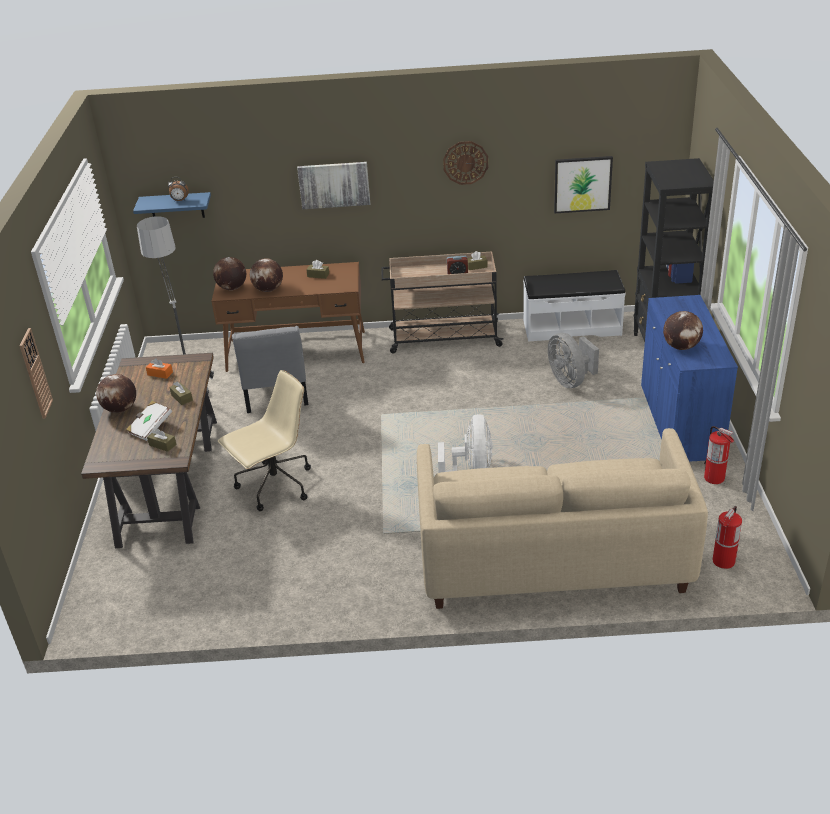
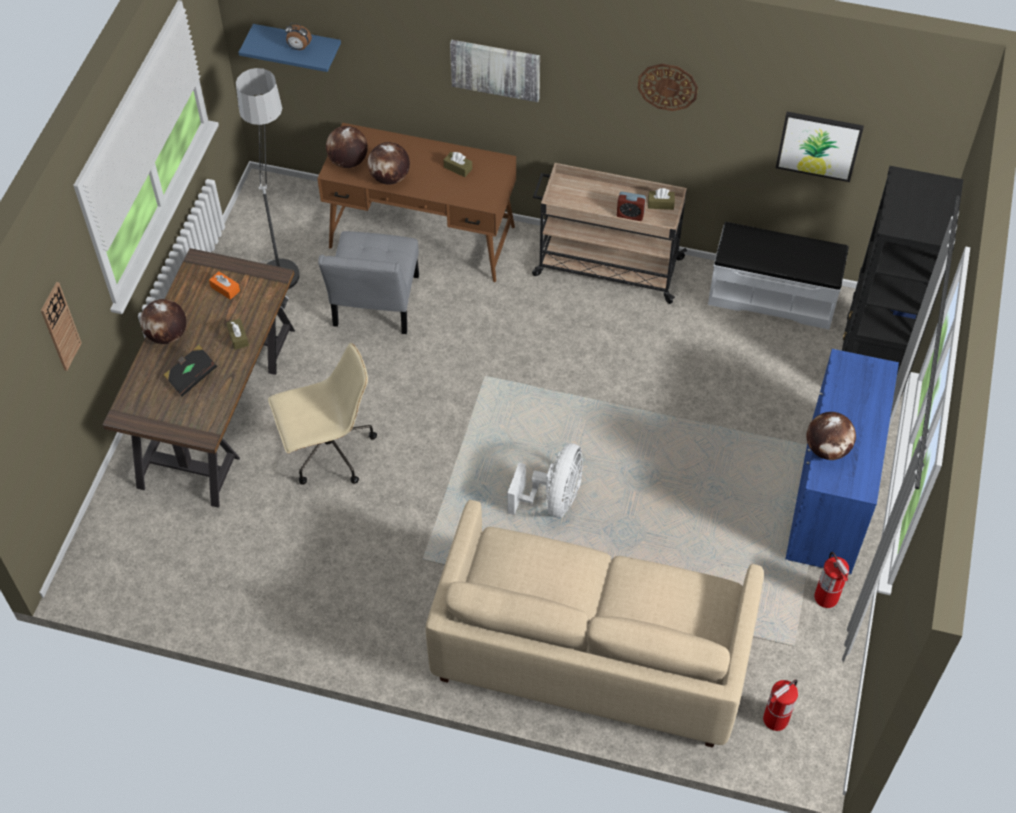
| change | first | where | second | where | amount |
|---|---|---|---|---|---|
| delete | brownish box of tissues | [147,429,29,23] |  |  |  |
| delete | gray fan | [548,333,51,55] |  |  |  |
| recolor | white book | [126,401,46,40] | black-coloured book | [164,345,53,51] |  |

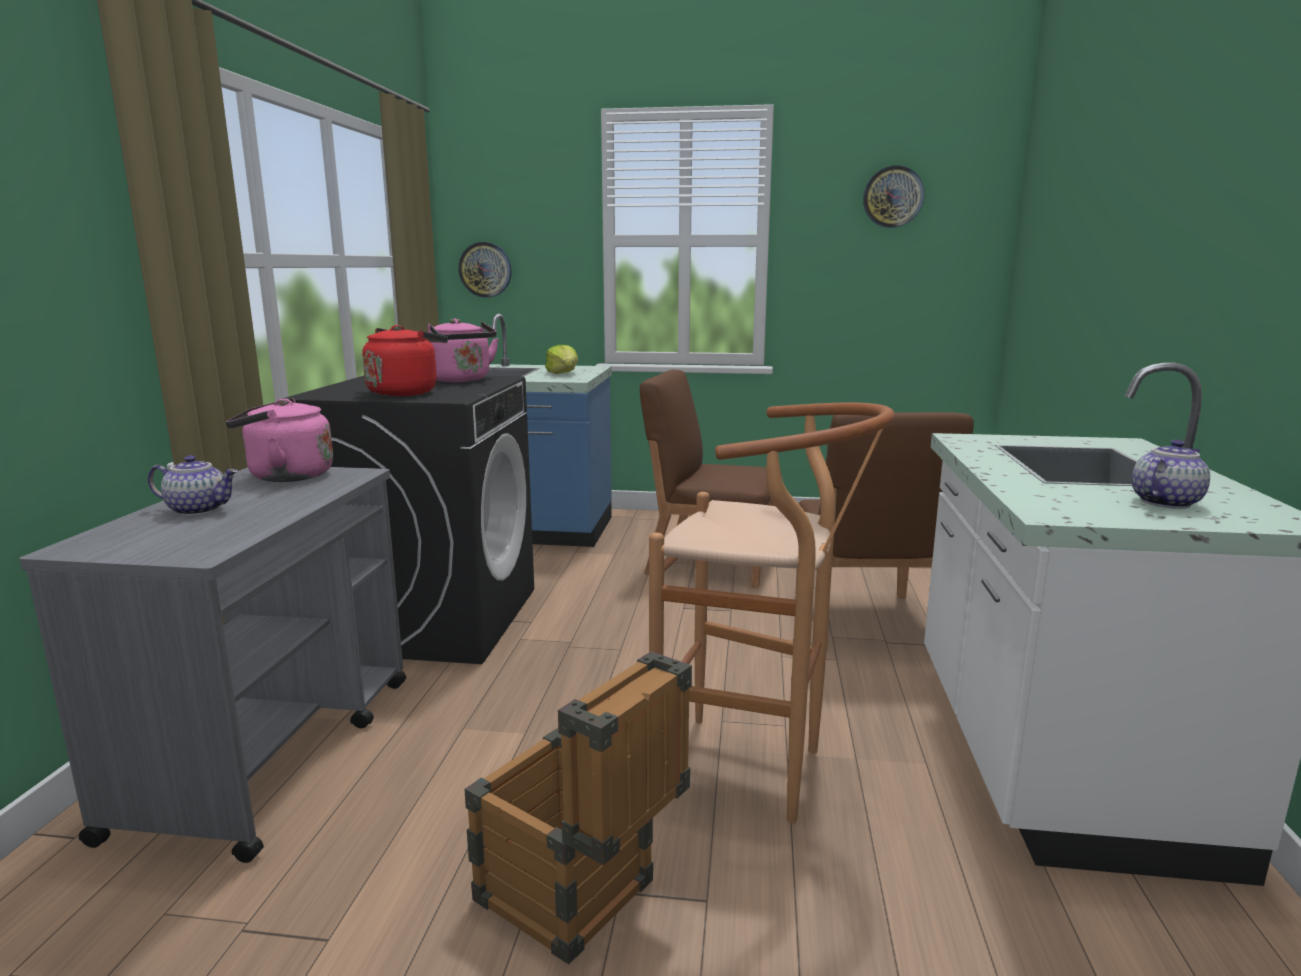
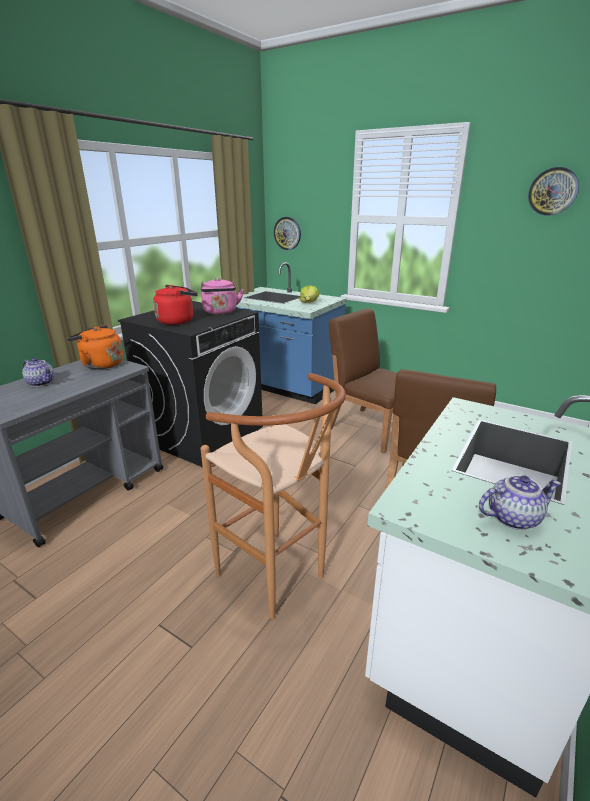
| change | first | where | second | where | amount |
|---|---|---|---|---|---|
| delete | packing crate | [465,651,227,313] |  |  |  |
| recolor | pink water kettle | [226,398,107,84] | orangey water kettle | [66,325,57,45] |  |

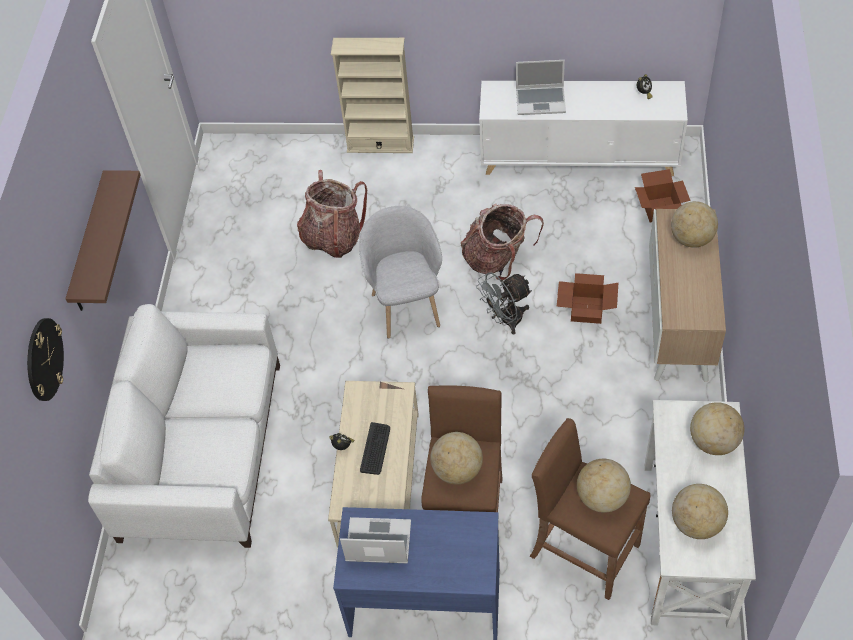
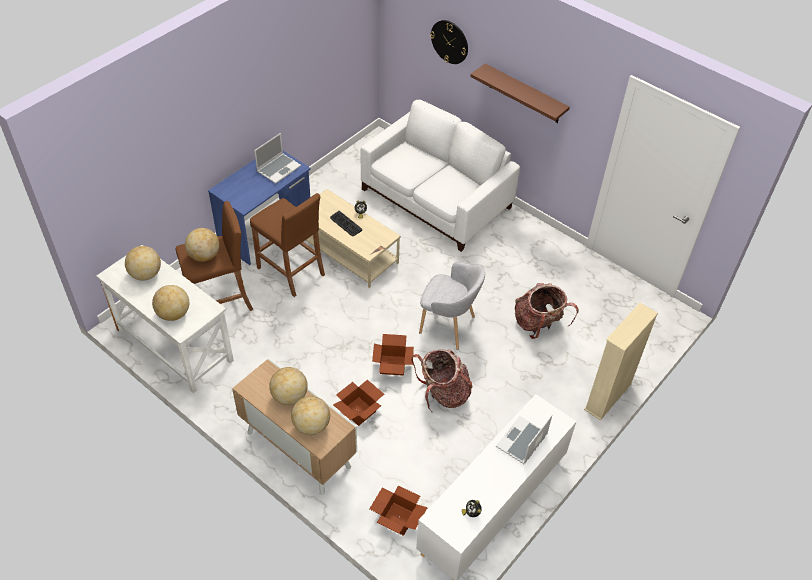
| change | first | where | second | where | amount |
|---|---|---|---|---|---|
| move | world globe | [430,432,53,52] |  | [269,367,39,38] |  |
| replace | gray fan | [476,272,56,62] | cardboard box | [372,334,42,42] |  |

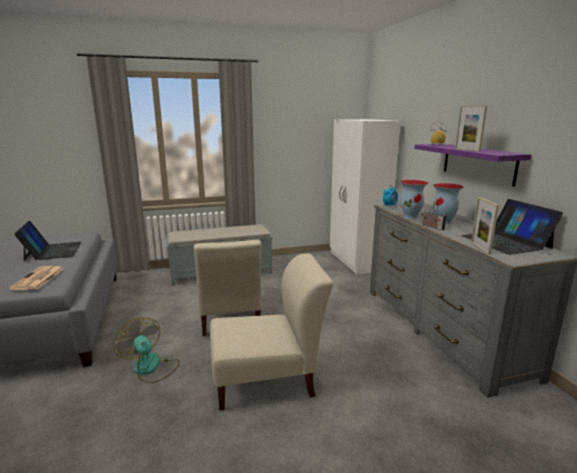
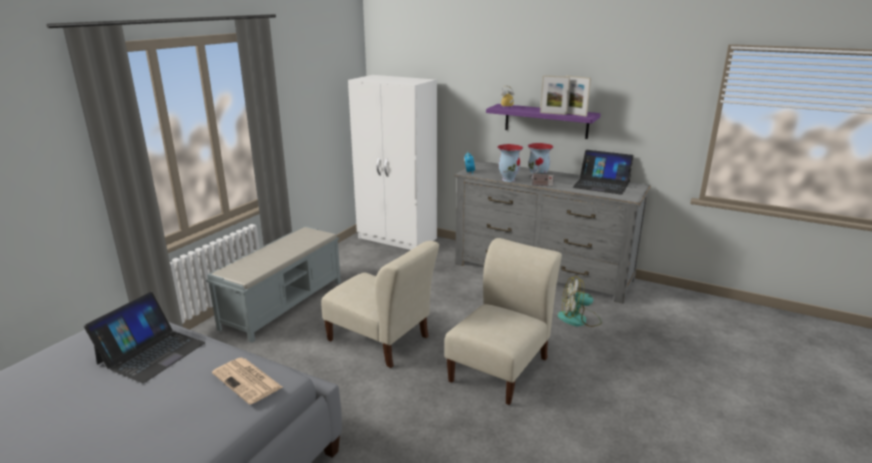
| change | first | where | second | where | amount |
|---|---|---|---|---|---|
| move | fan | [113,317,67,66] |  | [558,276,44,51] |  |
| move | photo frame | [471,197,28,58] |  | [566,75,25,42] |  |
| rotate | portable computer | [14,220,67,41] |  | [84,292,121,91] | 90 degrees clockwise |

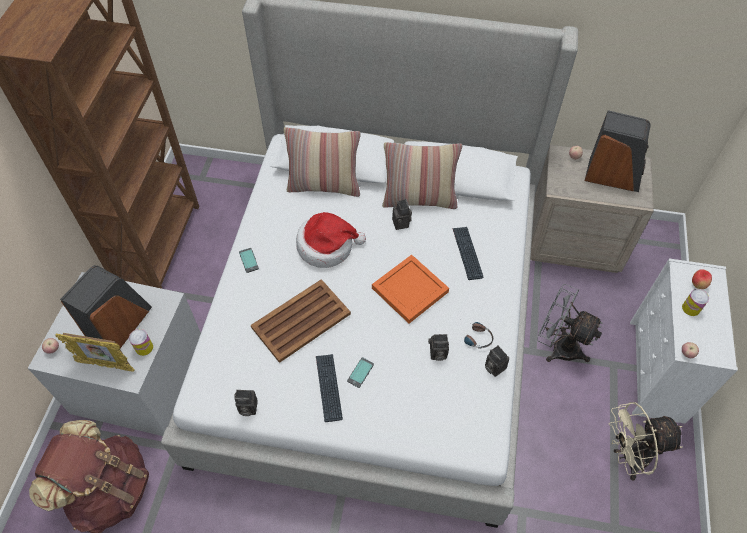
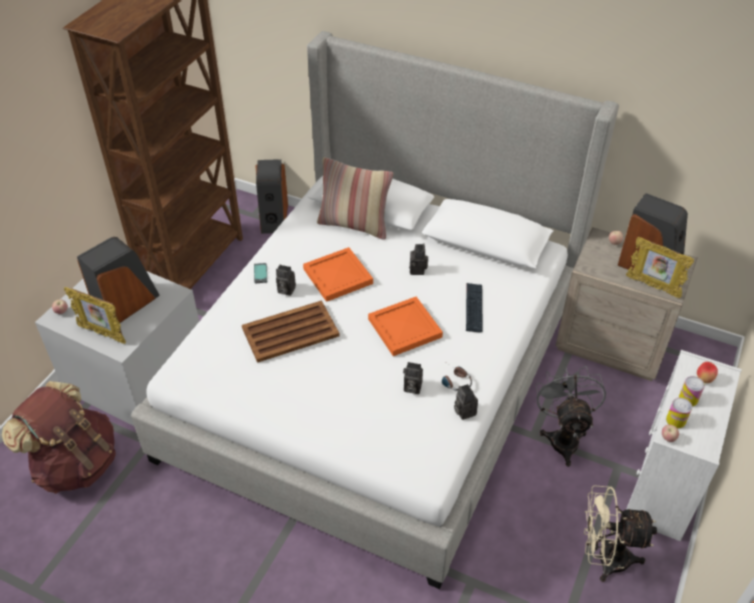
| change | first | where | second | where | amount |
|---|---|---|---|---|---|
| delete | computer keyboard | [316,354,27,68] |  |  |  |
| delete | phone | [347,357,27,31] |  |  |  |
| delete | pillow | [382,142,80,67] |  |  |  |
| insert |  |  | loudspeaker | [255,159,33,75] |  |
| insert |  |  | photo frame | [626,237,68,61] |  |
| move | can | [129,329,24,27] |  | [666,398,26,30] |  |
| move | still camera | [234,390,24,26] |  | [276,265,20,31] |  |
| replace | hat | [296,212,70,56] | orangey carrying tray | [303,247,70,55] |  |
| rotate | gray fan | [537,284,66,78] |  | [536,365,70,102] | 45 degrees clockwise |

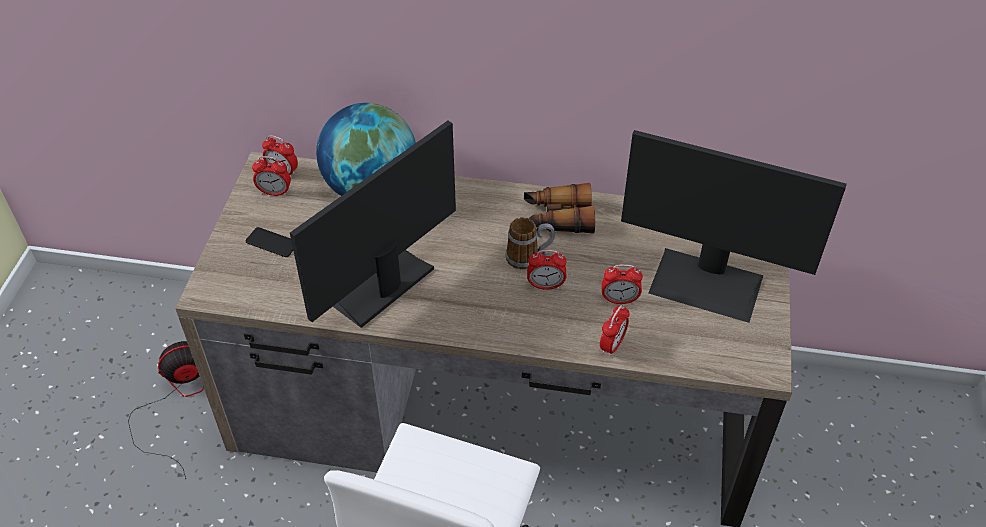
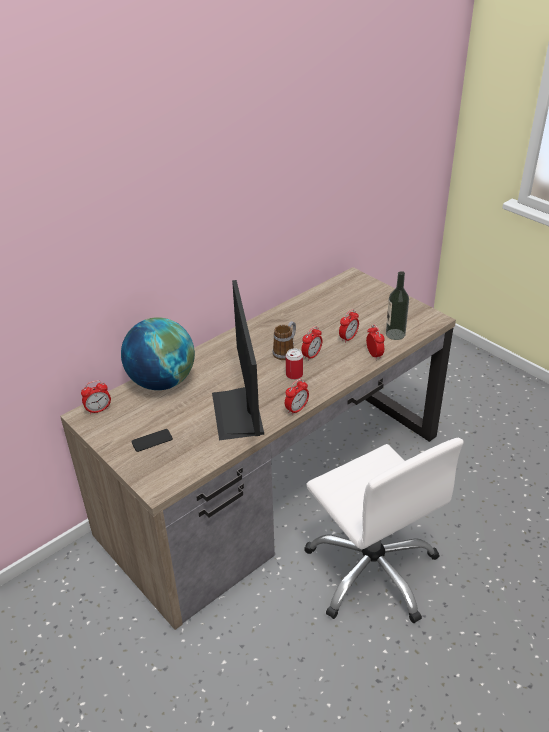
| change | first | where | second | where | amount |
|---|---|---|---|---|---|
| delete | fan | [128,341,76,138] |  |  |  |
| delete | field glasses | [524,183,71,51] |  |  |  |
| delete | monitor | [621,130,226,193] |  |  |  |
| insert |  |  | can | [286,348,17,32] |  |
| insert |  |  | drink bottle | [386,271,23,69] |  |
| move | bedside clock | [252,156,39,40] |  | [285,379,24,36] |  |

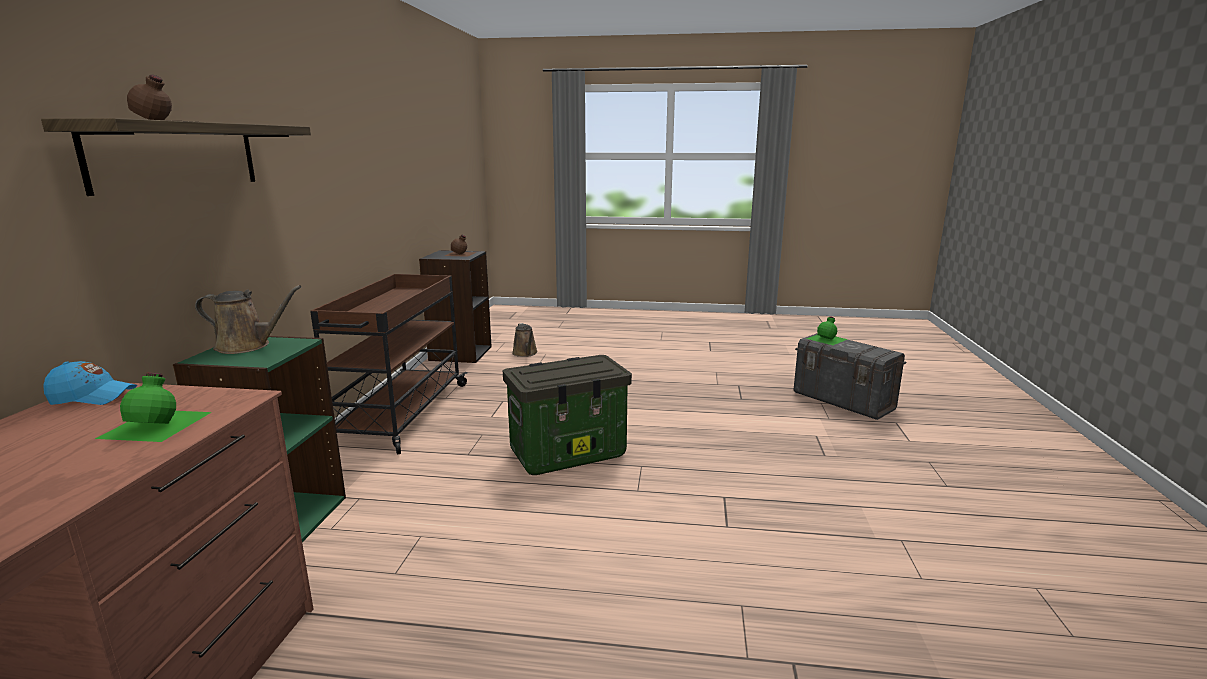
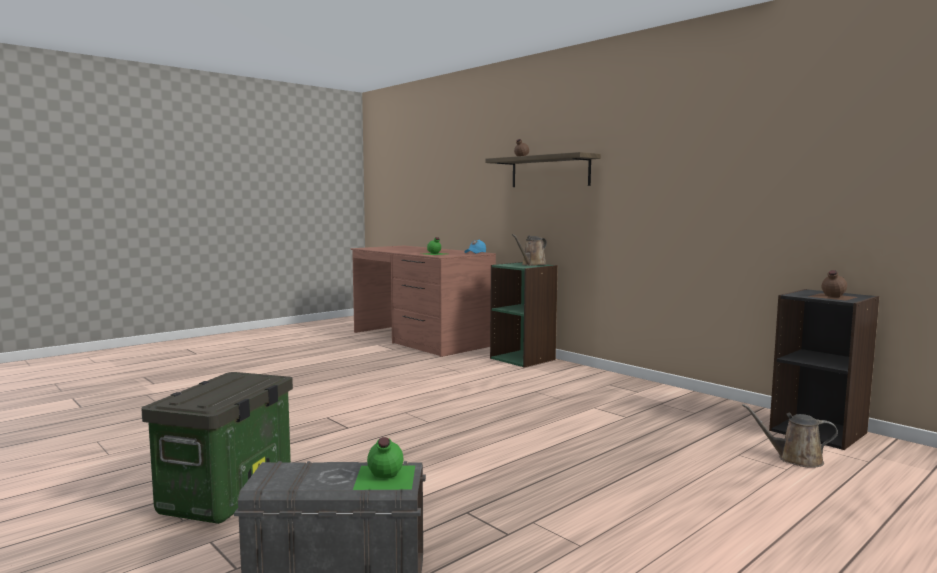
| change | first | where | second | where | amount |
|---|---|---|---|---|---|
| delete | brownish cart | [310,274,158,181] |  |  |  |
| move | storage container | [503,355,129,120] |  | [141,372,152,152] |  |

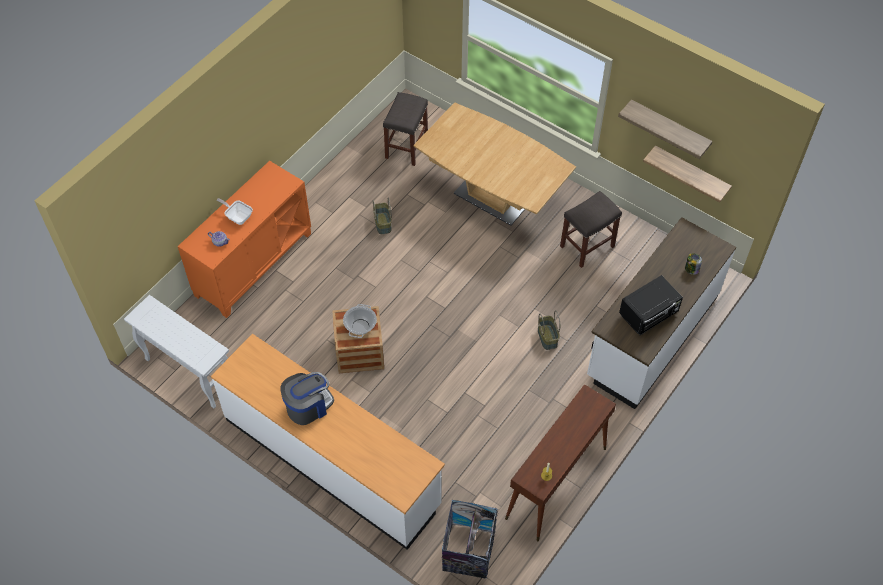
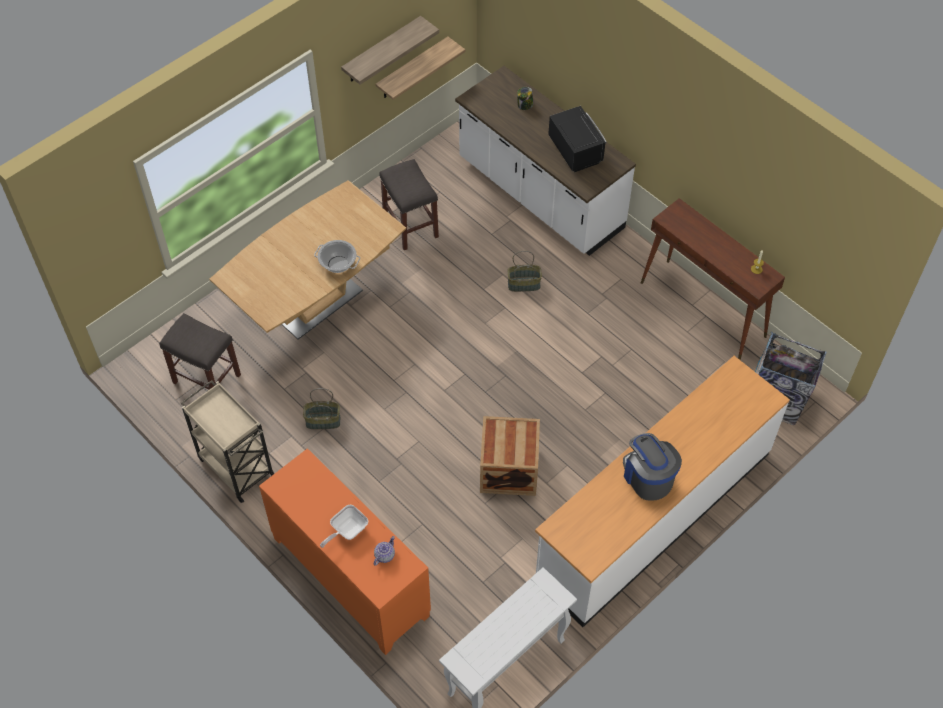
| change | first | where | second | where | amount |
|---|---|---|---|---|---|
| insert |  |  | sand-coloured cart | [181,380,94,123] |  |
| move | cooking pot | [343,304,34,34] |  | [314,240,46,33] |  |

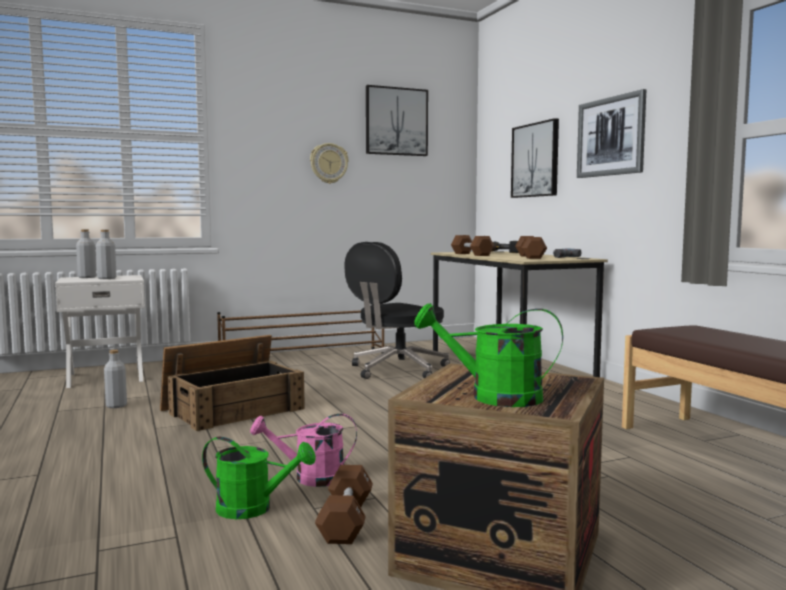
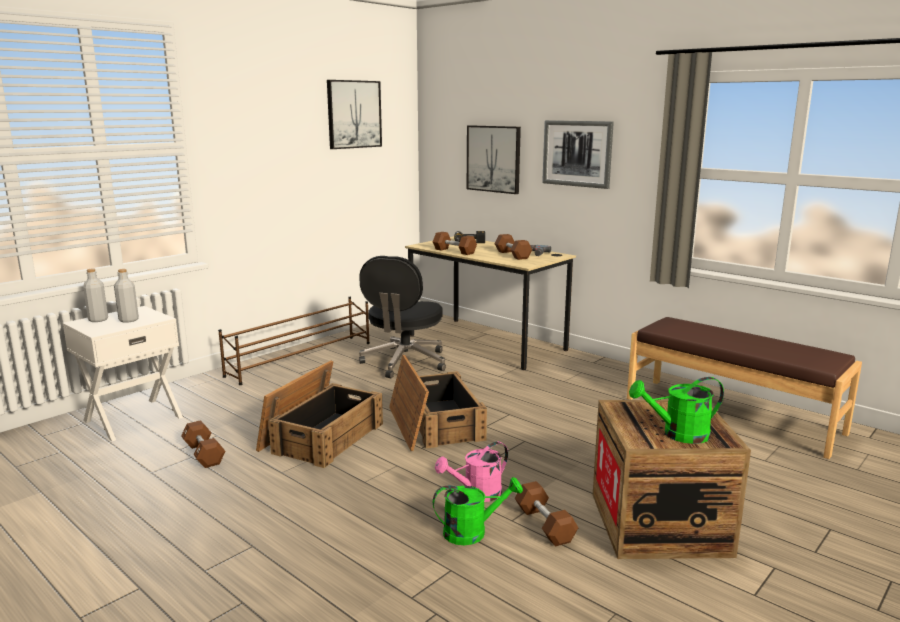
| change | first | where | second | where | amount |
|---|---|---|---|---|---|
| delete | hanging clock | [310,143,39,41] |  |  |  |
| insert |  |  | packing crate | [389,355,98,96] |  |
| replace | gray drink bottle | [104,350,23,58] | brownish free weight | [181,420,44,48] |  |

